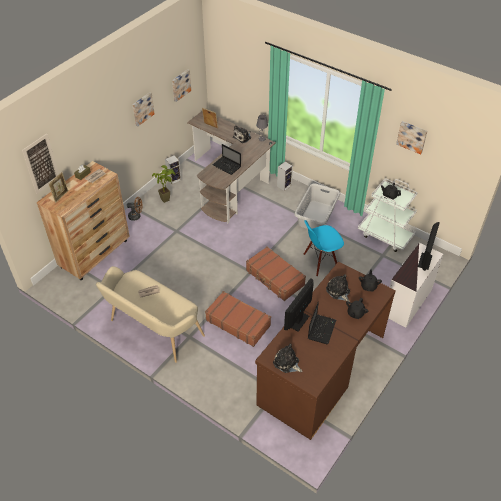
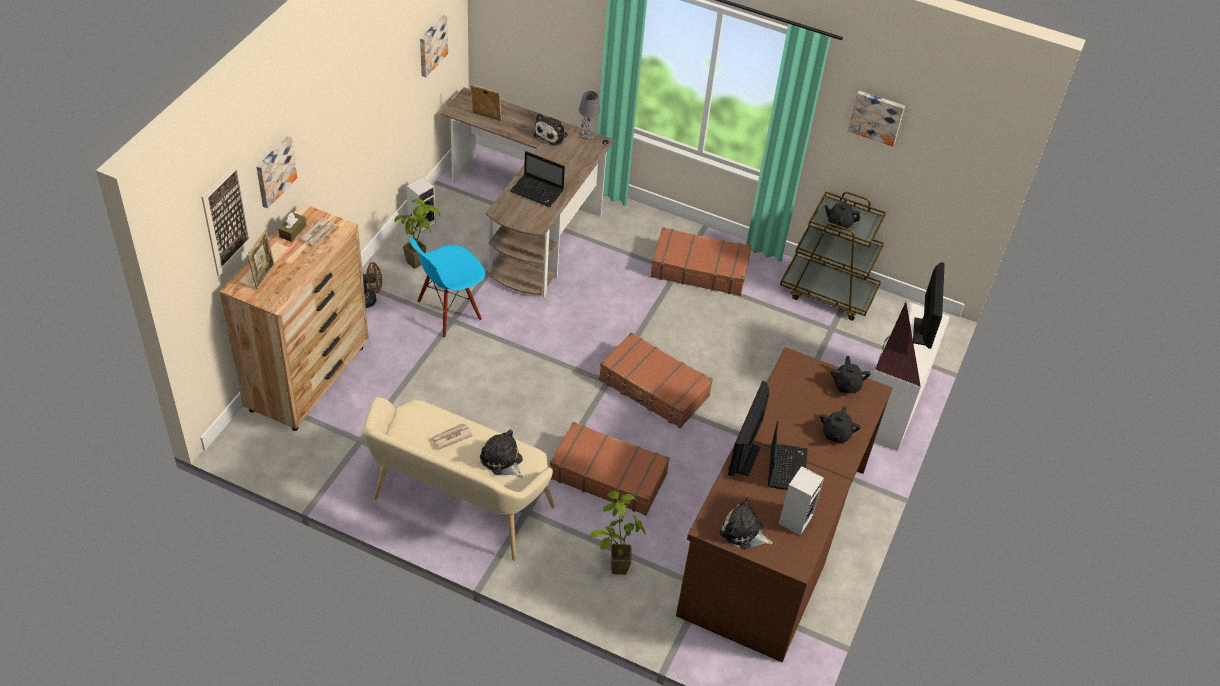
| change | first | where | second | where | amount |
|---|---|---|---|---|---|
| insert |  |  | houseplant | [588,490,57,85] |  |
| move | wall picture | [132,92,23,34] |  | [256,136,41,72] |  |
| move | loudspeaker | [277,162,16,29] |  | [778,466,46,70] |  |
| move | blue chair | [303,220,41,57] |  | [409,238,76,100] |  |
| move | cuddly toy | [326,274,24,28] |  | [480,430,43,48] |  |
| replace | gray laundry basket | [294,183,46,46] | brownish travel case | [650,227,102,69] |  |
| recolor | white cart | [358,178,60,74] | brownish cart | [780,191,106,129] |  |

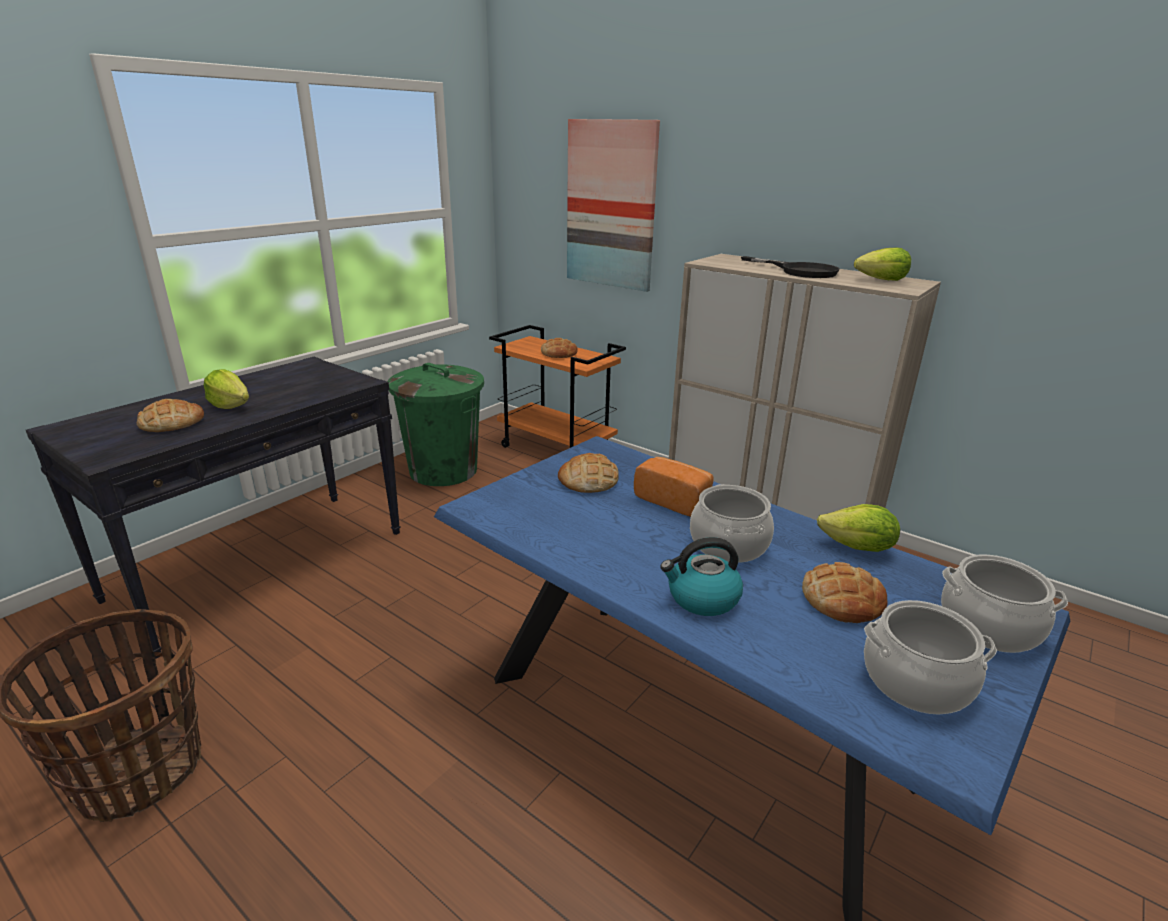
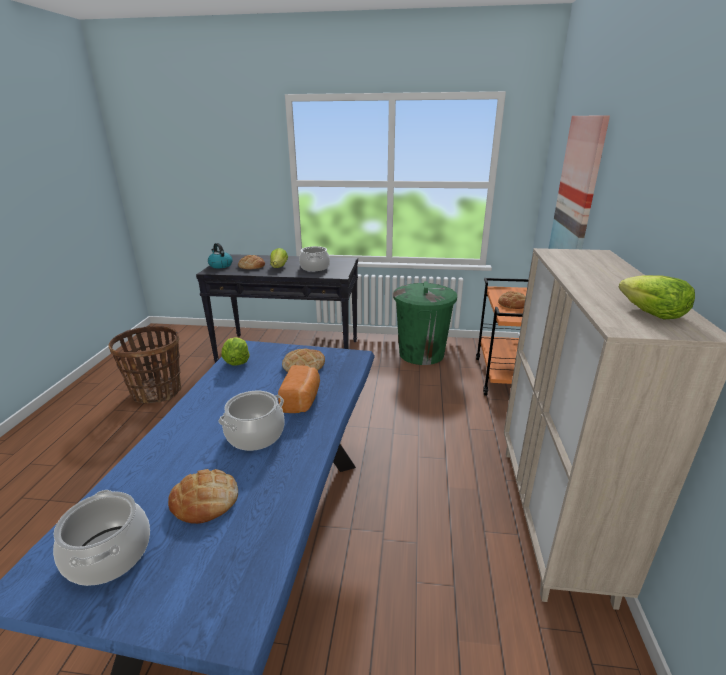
| change | first | where | second | where | amount |
|---|---|---|---|---|---|
| delete | black-coloured skillet | [741,256,99,22] |  |  |  |
| move | water kettle | [660,537,83,79] |  | [208,243,24,25] |  |
| move | head of lettuce | [817,504,83,48] |  | [221,337,29,29] |  |
| move | cooking pot | [941,554,127,99] |  | [299,246,31,25] |  |

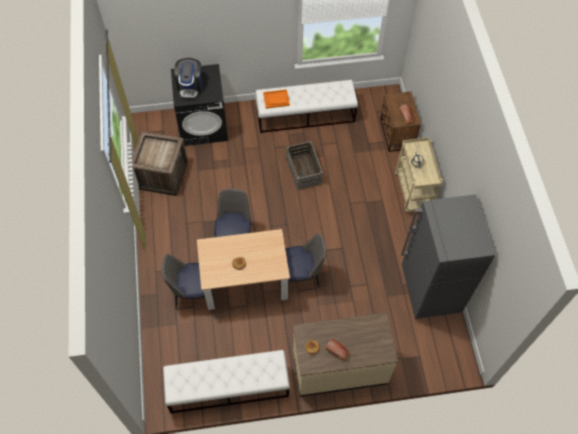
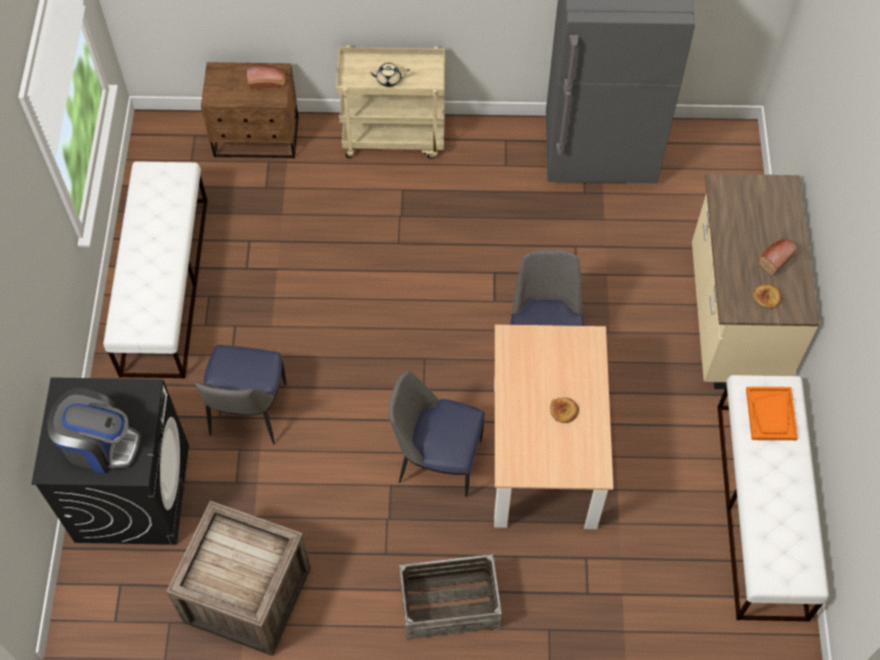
| change | first | where | second | where | amount |
|---|---|---|---|---|---|
| move | chair | [162,254,43,55] |  | [195,345,91,99] |  |
| move | orangey carrying tray | [263,89,27,20] |  | [746,387,52,53] |  |
| move | packing crate | [286,141,37,49] |  | [399,554,103,86] |  |

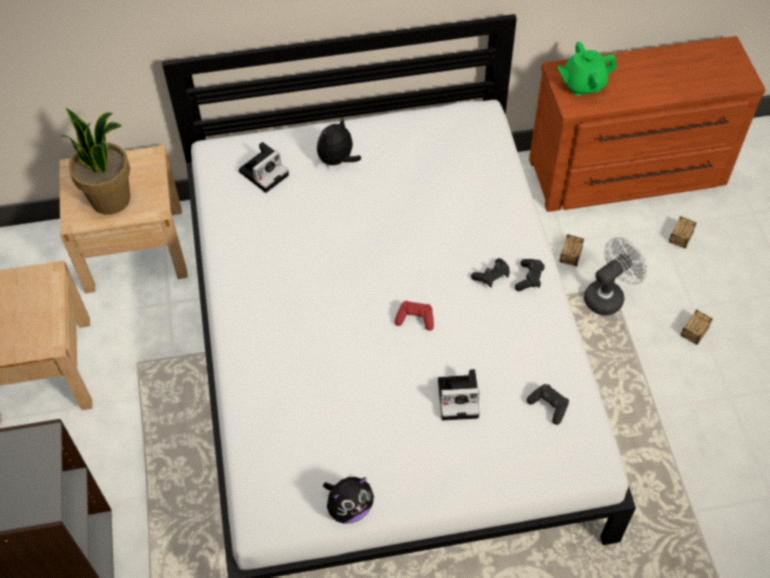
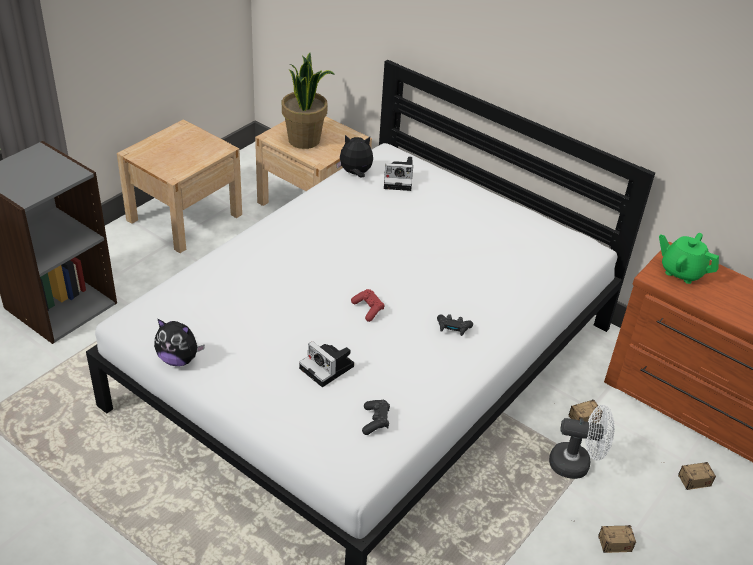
| change | first | where | second | where | amount |
|---|---|---|---|---|---|
| delete | black-coloured gamepad | [515,259,30,32] |  |  |  |
| move | cuddly toy | [317,117,44,50] |  | [336,135,37,43] |  |

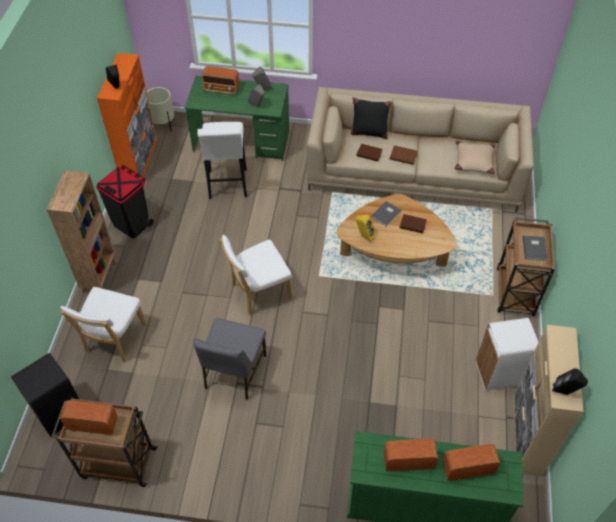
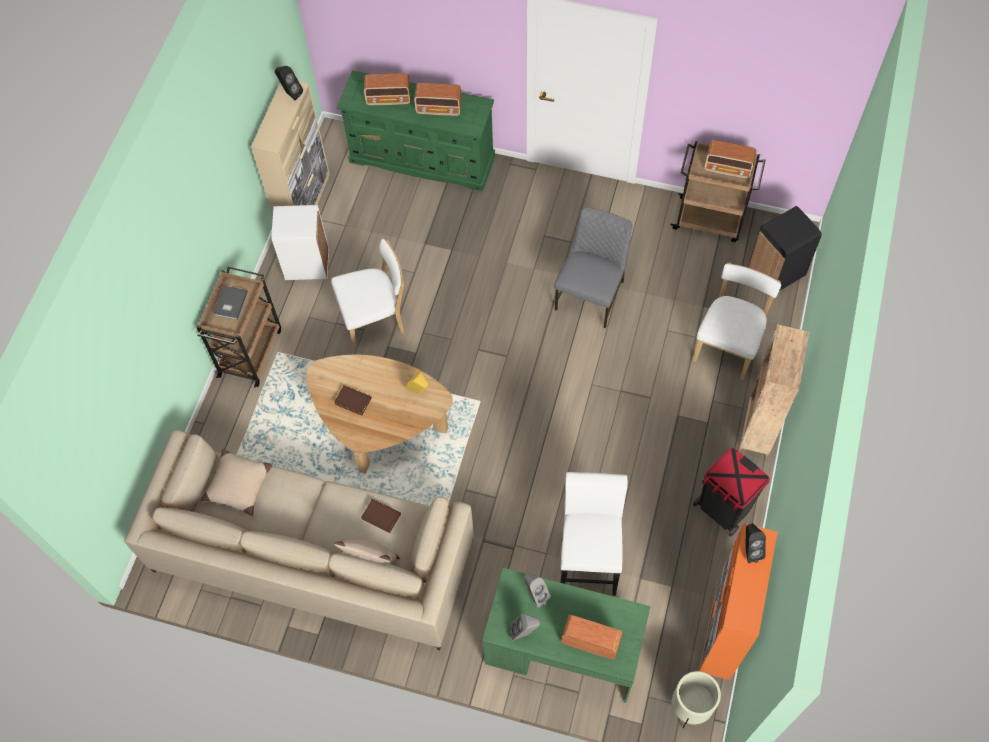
| change | first | where | second | where | amount |
|---|---|---|---|---|---|
| delete | gray book | [371,201,30,26] |  |  |  |
| delete | brownish book | [390,145,28,20] |  |  |  |
| move | white chair | [220,235,72,80] |  | [331,239,74,111] |  |
| recolor | black-coloured pillow | [351,97,40,42] | sand-coloured pillow | [334,539,66,24] |  |

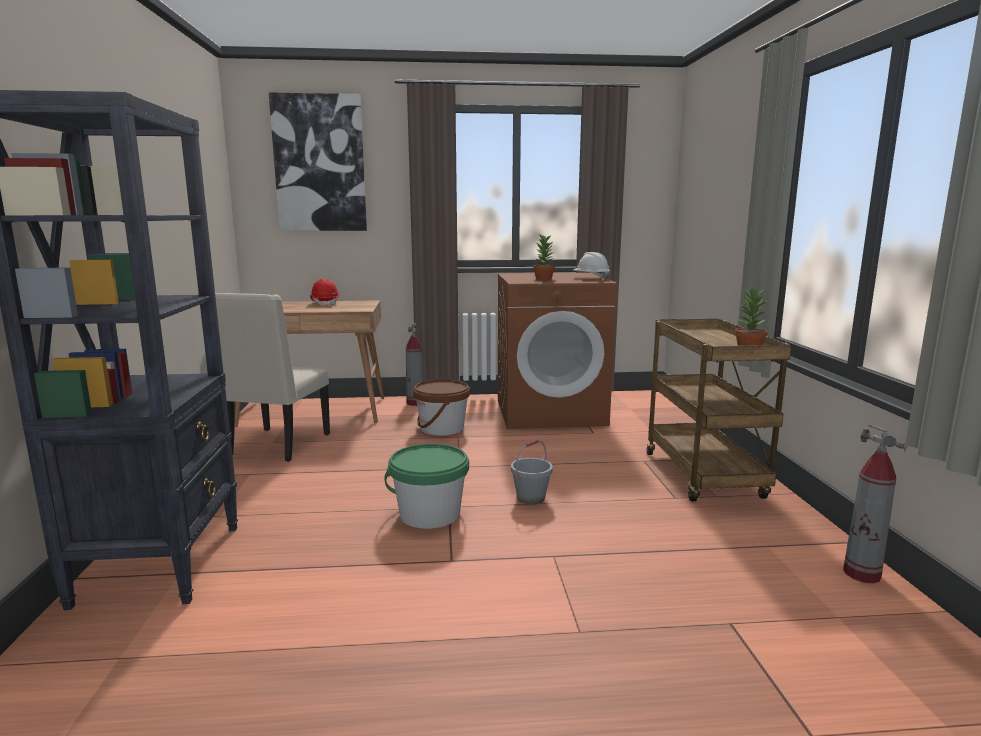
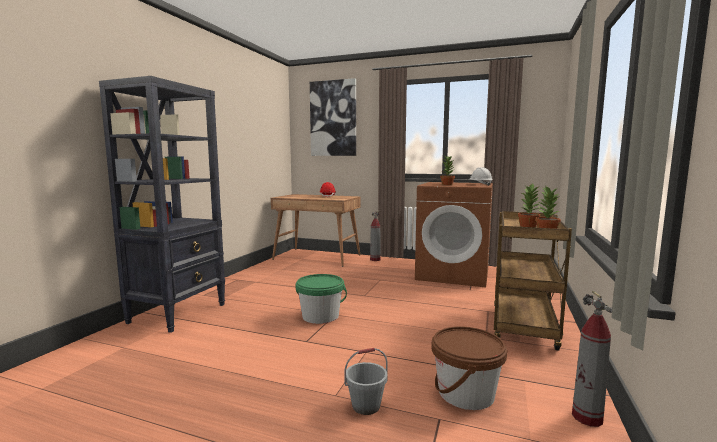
| change | first | where | second | where | amount |
|---|---|---|---|---|---|
| delete | sand-coloured chair | [215,293,115,169] |  |  |  |
| insert |  |  | houseplant | [518,184,23,44] |  |
| move | brownish water bucket | [413,379,57,57] |  | [431,326,76,84] |  |
| move | gray water bucket | [511,439,42,65] |  | [344,348,44,67] |  |

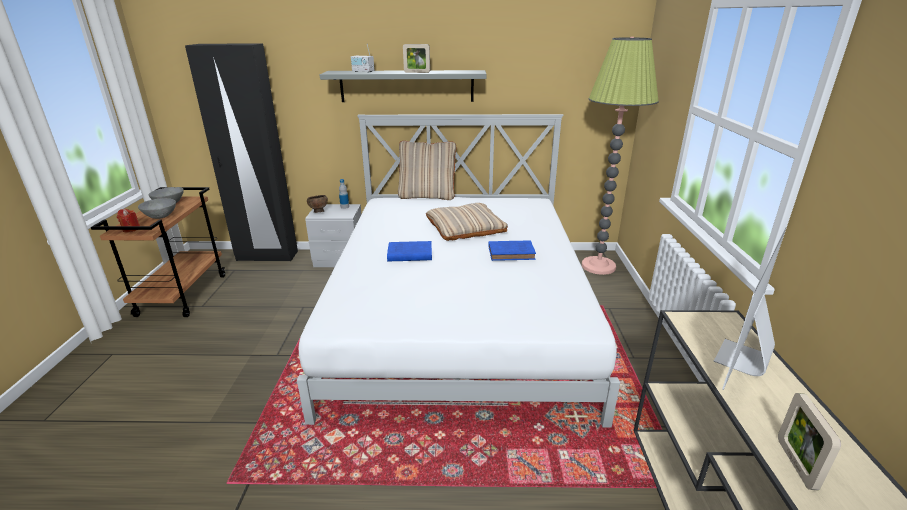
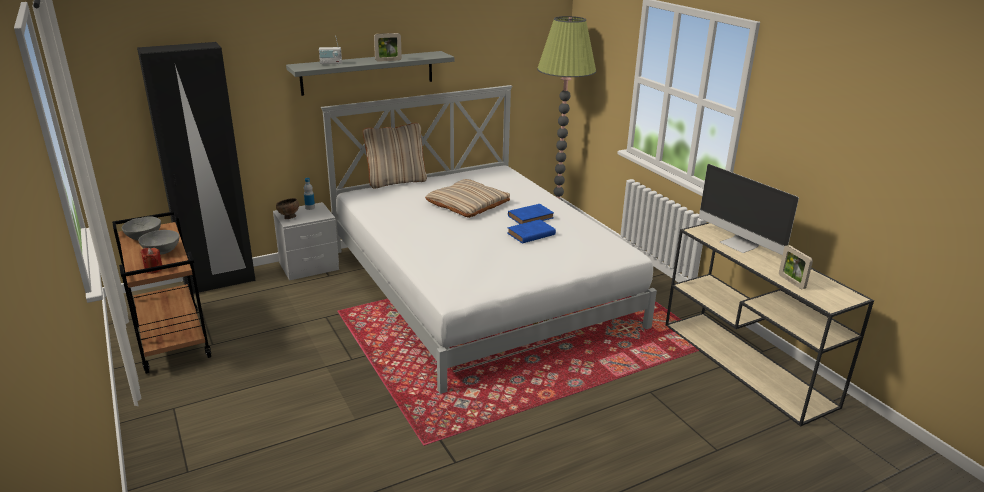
| change | first | where | second | where | amount |
|---|---|---|---|---|---|
| move | blue book | [387,241,45,21] |  | [507,219,49,24] |  |
| rotate | monitor | [713,227,73,163] |  | [699,164,100,91] | 45 degrees counterclockwise |

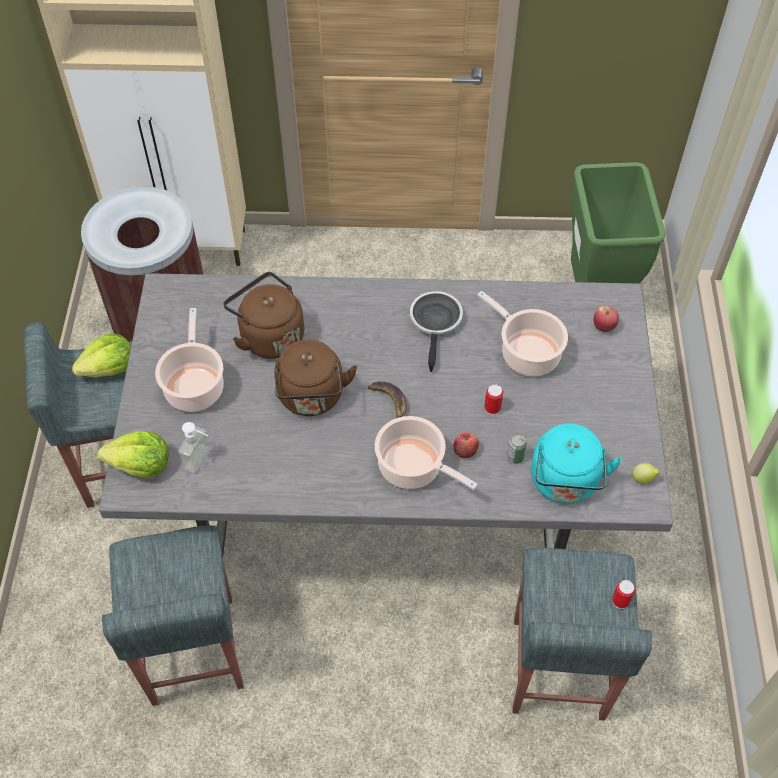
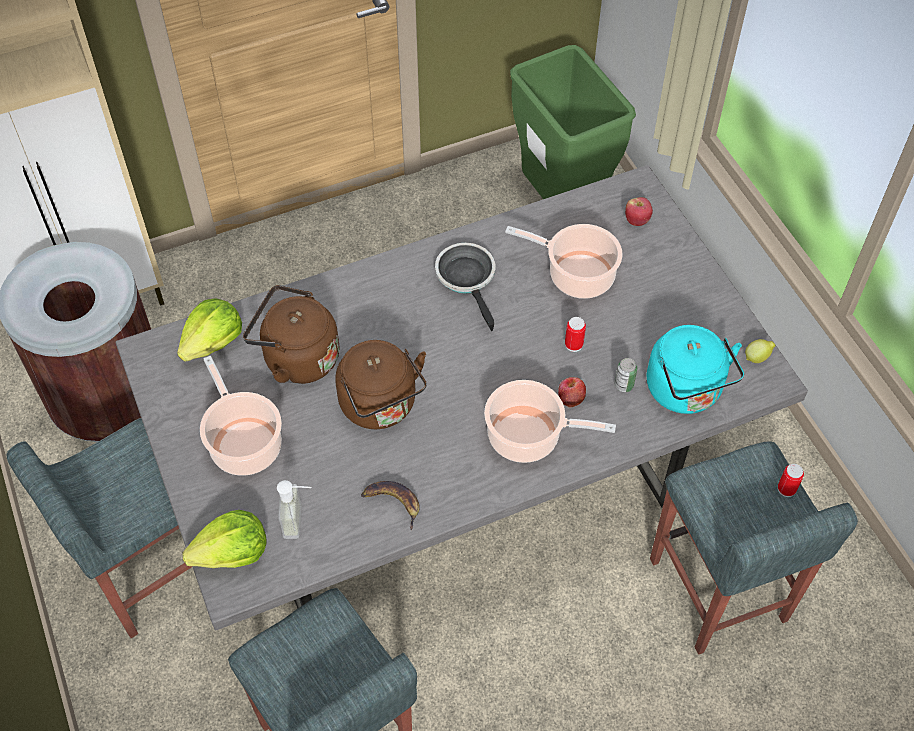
| change | first | where | second | where | amount |
|---|---|---|---|---|---|
| move | head of lettuce | [72,333,59,44] |  | [177,298,65,63] |  |
| move | whole banana | [368,381,39,37] |  | [361,481,59,49] |  |

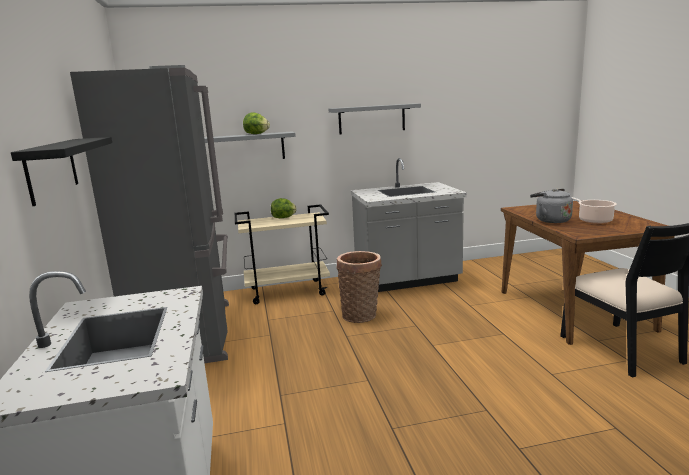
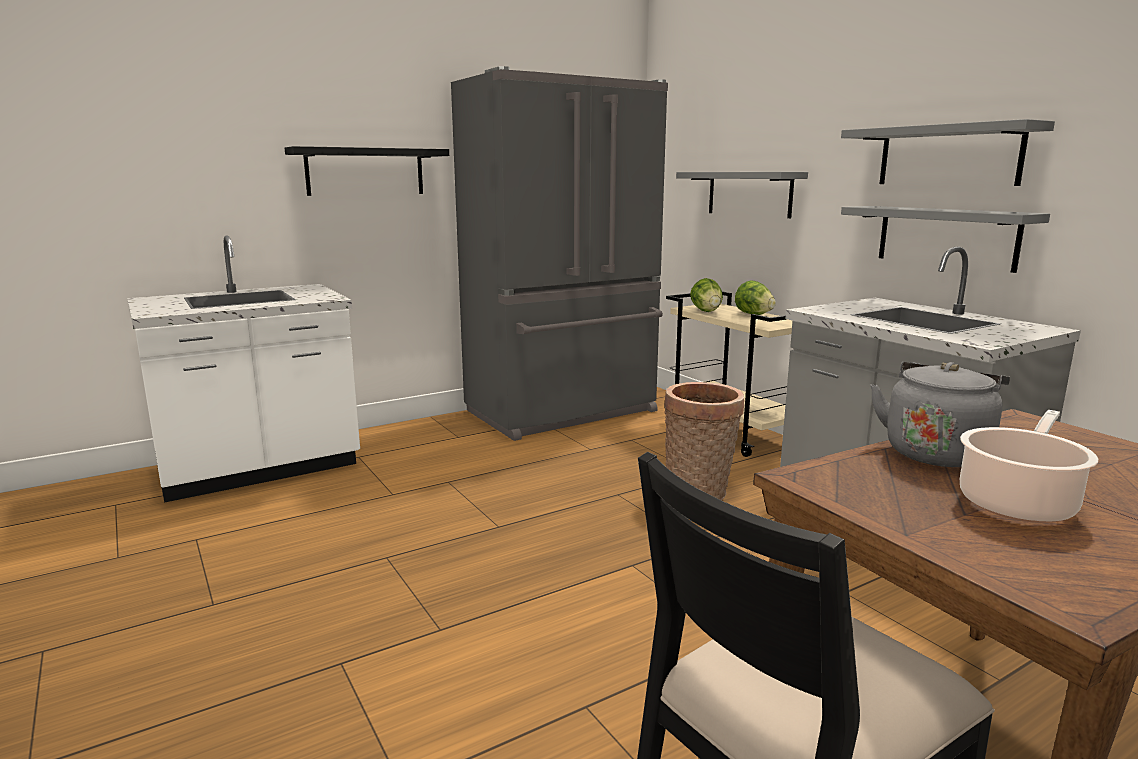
| change | first | where | second | where | amount |
|---|---|---|---|---|---|
| insert |  |  | gray wall shelf | [841,206,209,67] |  |
| move | head of lettuce | [243,112,27,22] |  | [690,278,33,34] |  |

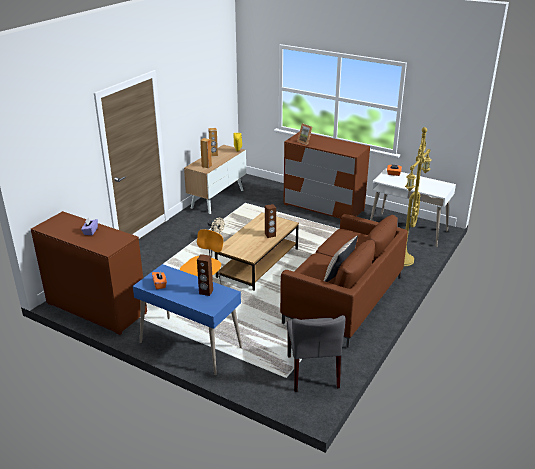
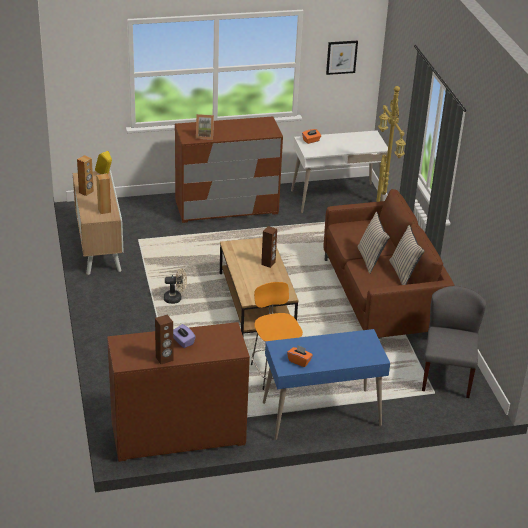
| change | first | where | second | where | amount |
|---|---|---|---|---|---|
| insert |  |  | wall picture | [326,41,32,34] |  |
| insert |  |  | sand-coloured pillow | [357,212,33,62] |  |
| move | brownish loudspeaker | [197,254,16,42] |  | [155,315,19,49] |  |
| rotate | gray chair | [287,315,58,77] |  | [422,286,64,112] | 120 degrees counterclockwise |

